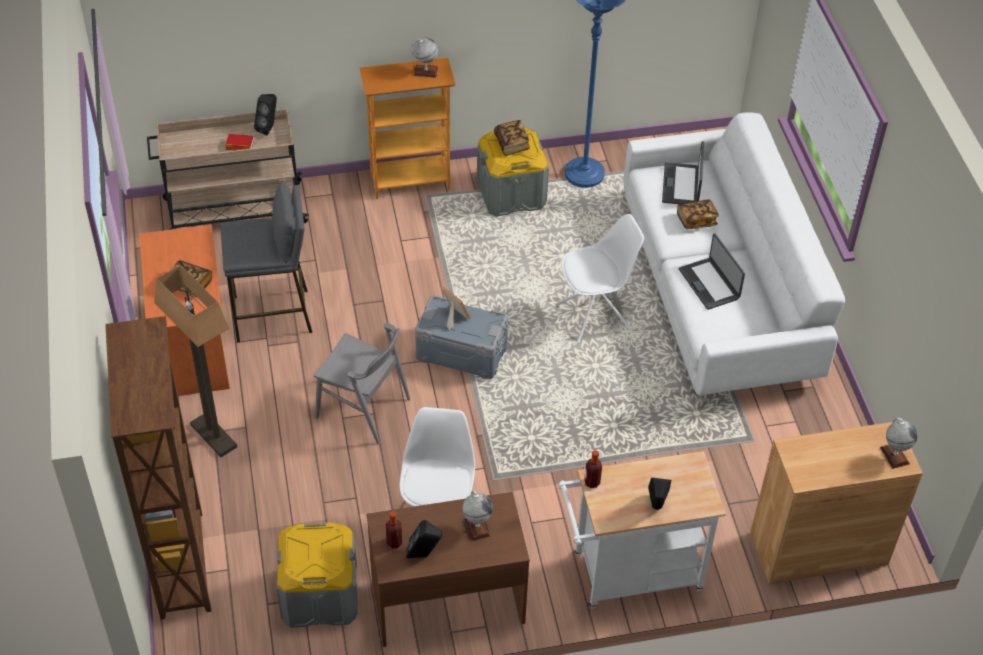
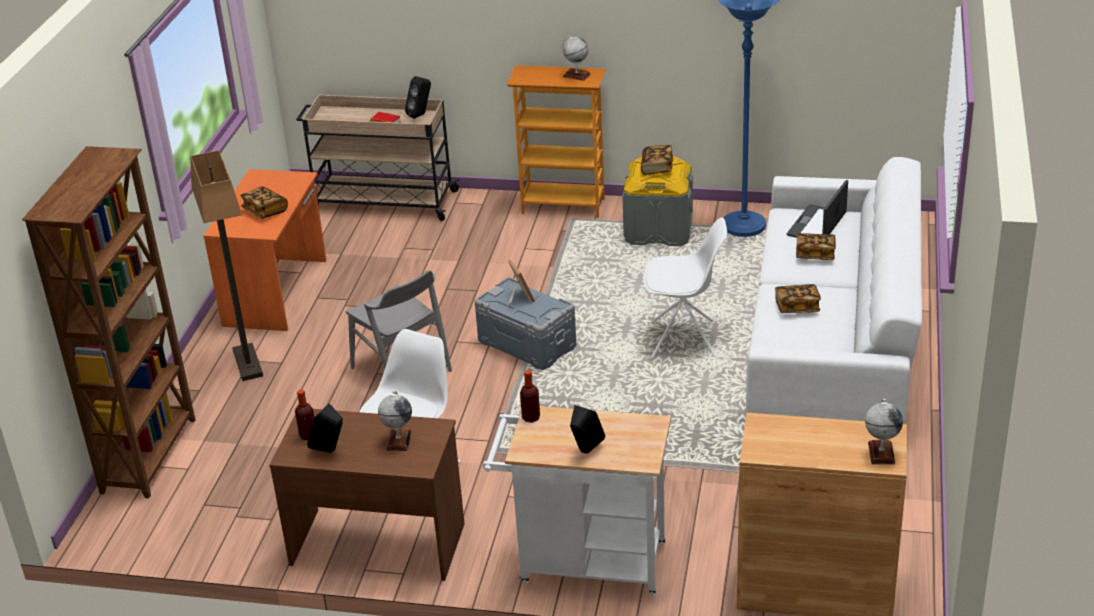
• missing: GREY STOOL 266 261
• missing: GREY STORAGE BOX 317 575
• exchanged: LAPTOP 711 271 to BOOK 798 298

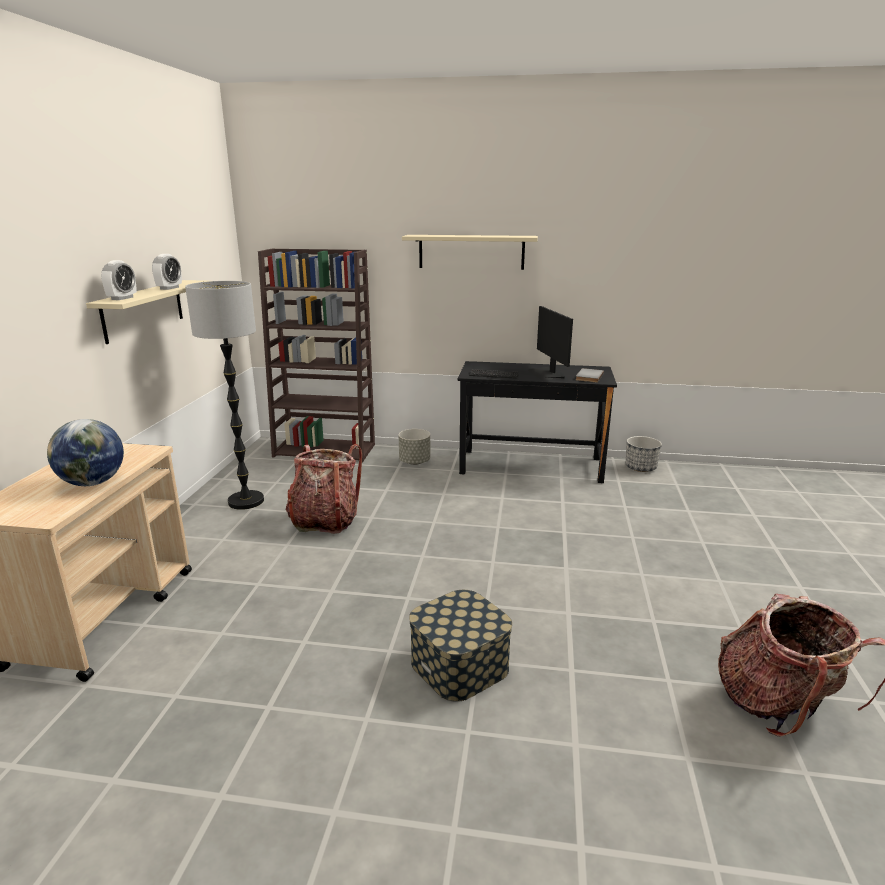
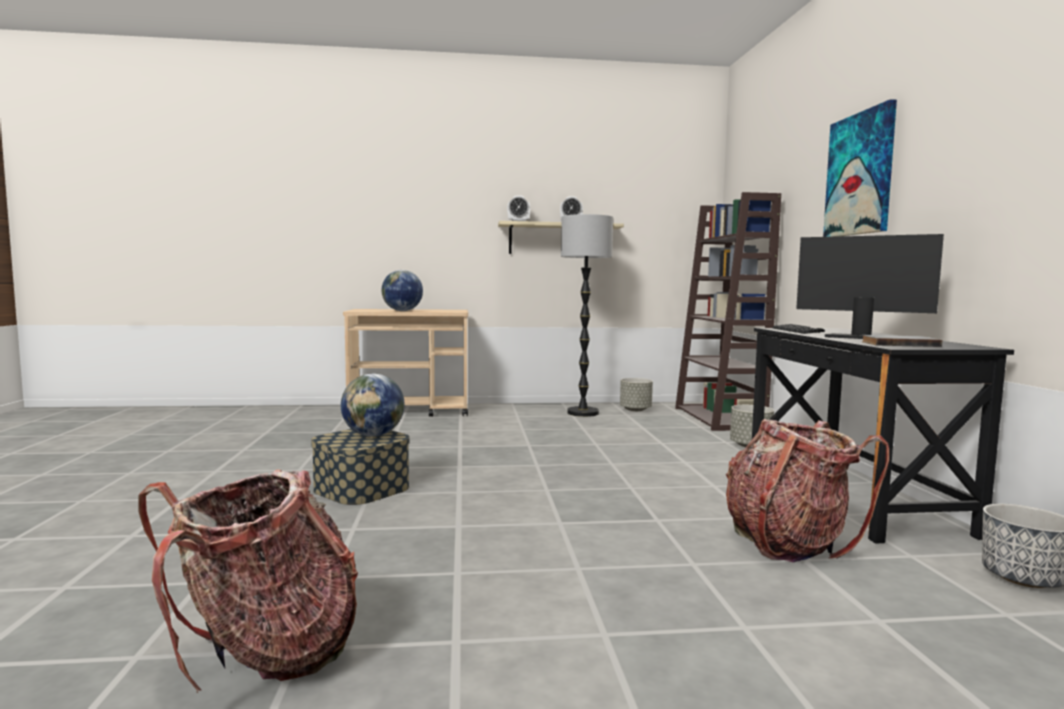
• relocated: BACKPACK 324 489 to 807 490
• exchanged: BEIGE SHELF 470 252 to PICTURE 860 168
• spun: MONITOR 550 343 = 870 286 60 degrees clockwise
• appeared: GLOBE 373 405
• appeared: GREY PLANTER 636 394

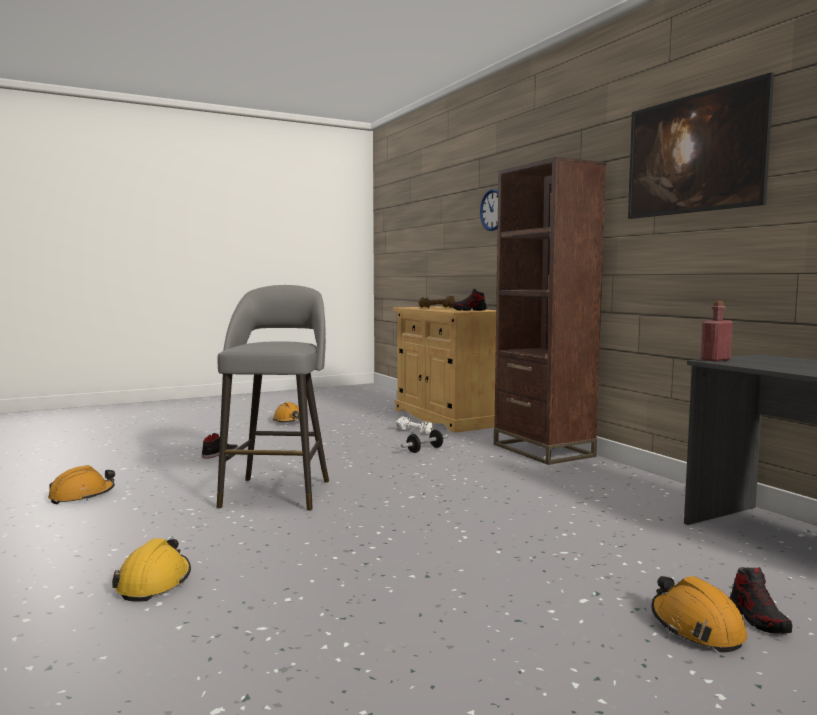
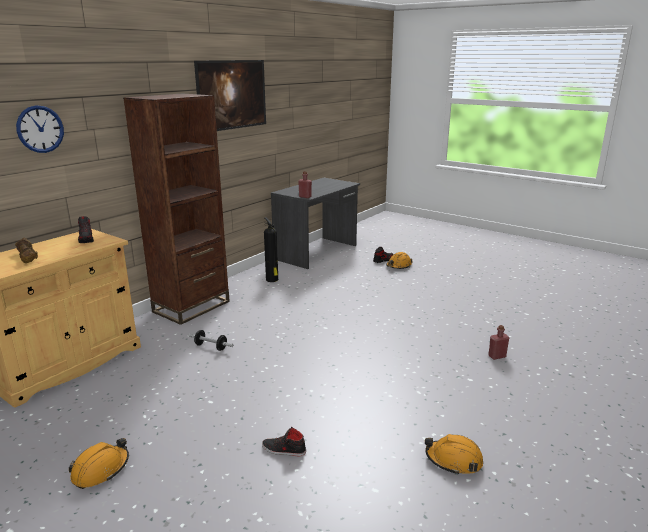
• exchanged: YELLOW HARD HAT 151 570 to RED BOTTLE 498 342
• missing: GREY STOOL 273 398
• missing: WHITE DUMBBELL 414 425
• appeared: FIRE EXTINGUISHER 271 250

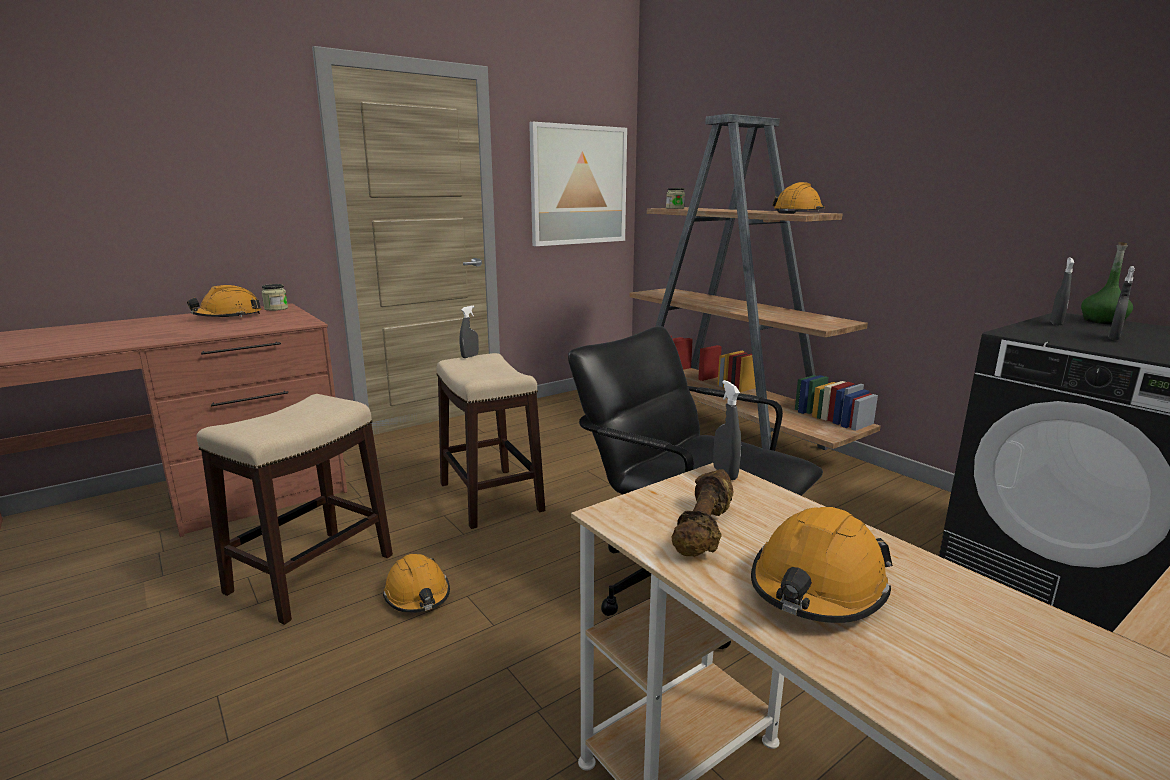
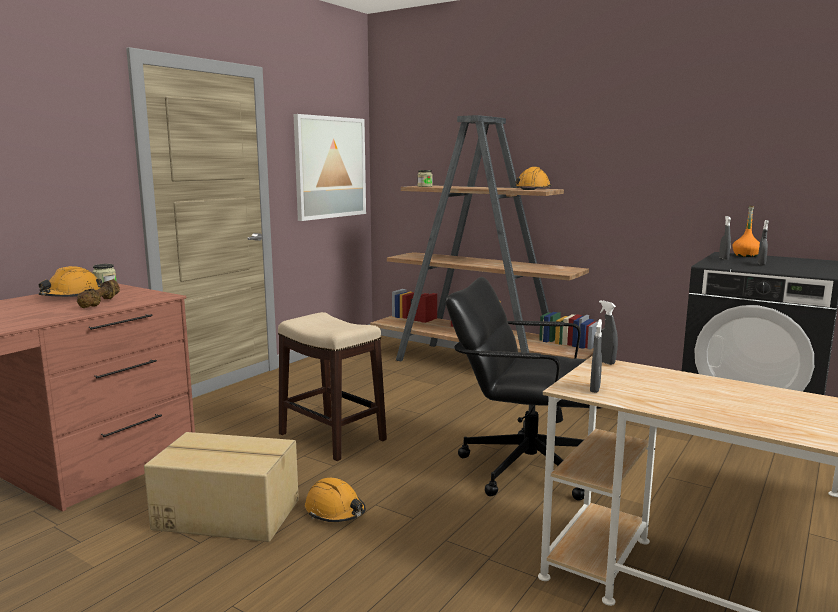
• exchanged: STOOL 294 509 to CARDBOARD BOX 221 487
• relocated: GREY SPRAY BOTTLE 469 332 to 596 356
• relocated: BROWN DUMBBELL 702 513 to 98 293
• missing: ORANGE HARD HAT 822 565
• colour: GREEN BOTTLE 1107 283 to ORANGE BOTTLE 746 231

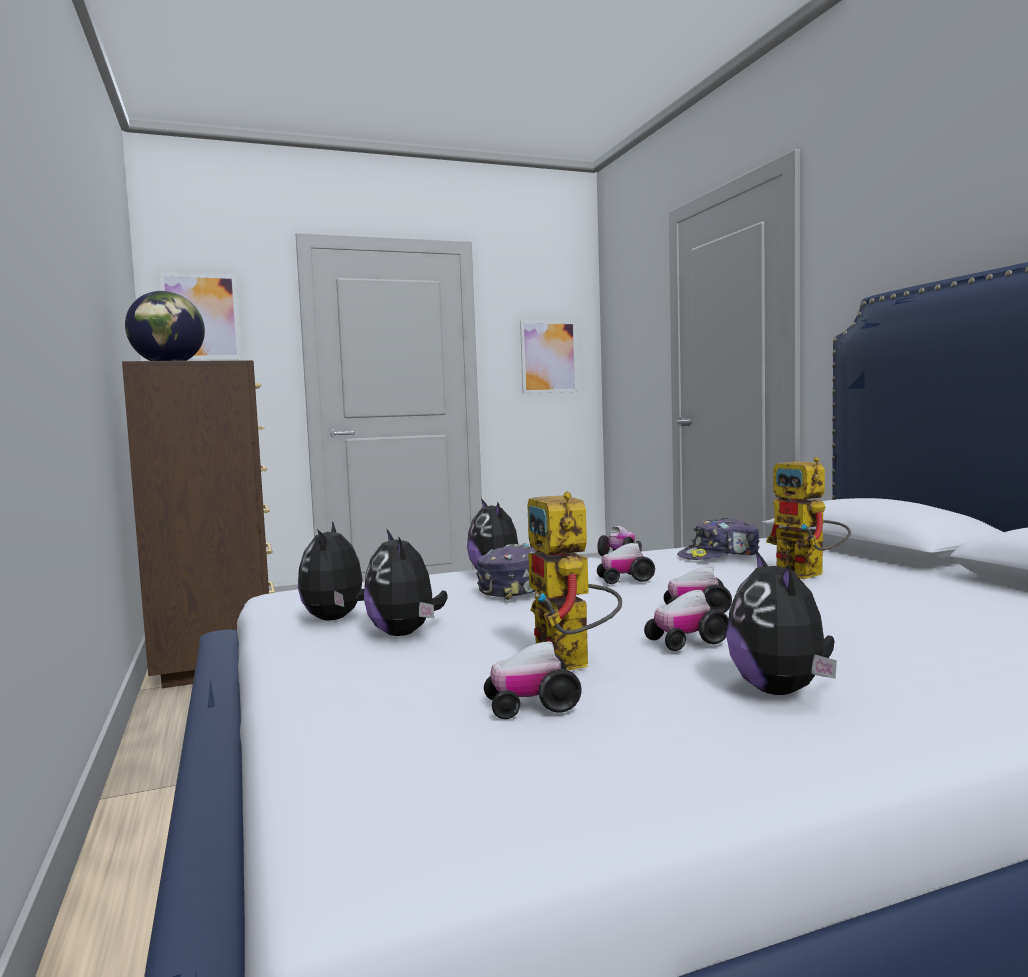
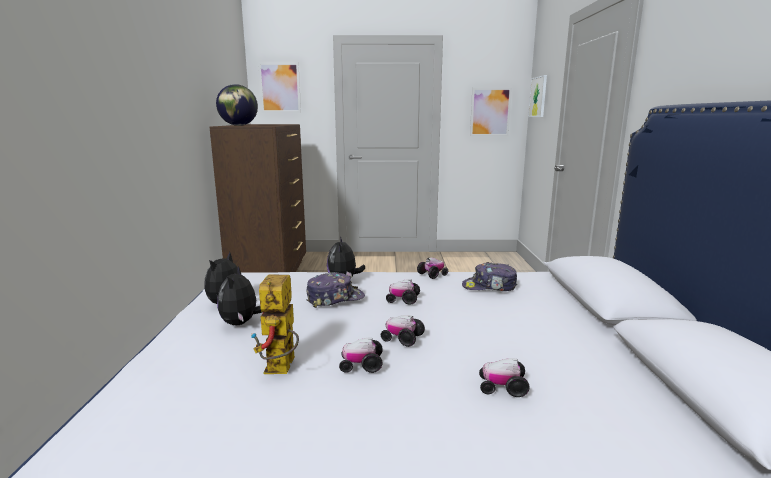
• relocated: TOY CAR 533 680 to 504 377
• missing: PLUSH TOY 781 622
• missing: TOY ROBOT 808 518
• appeared: PICTURE 537 96

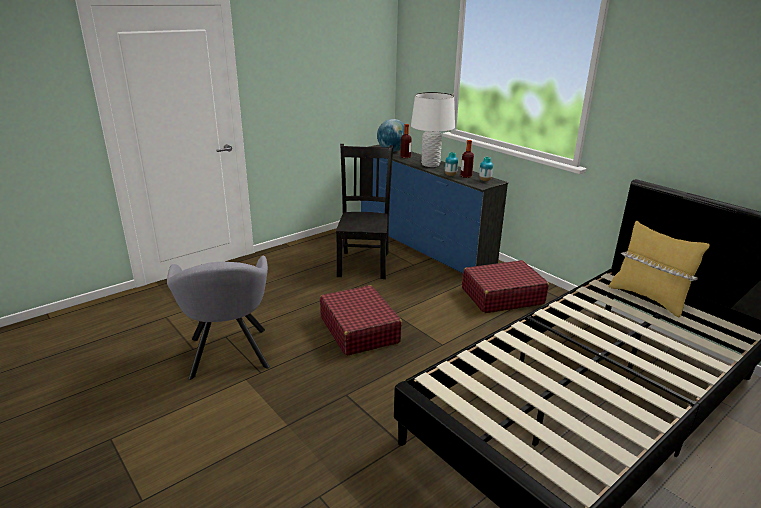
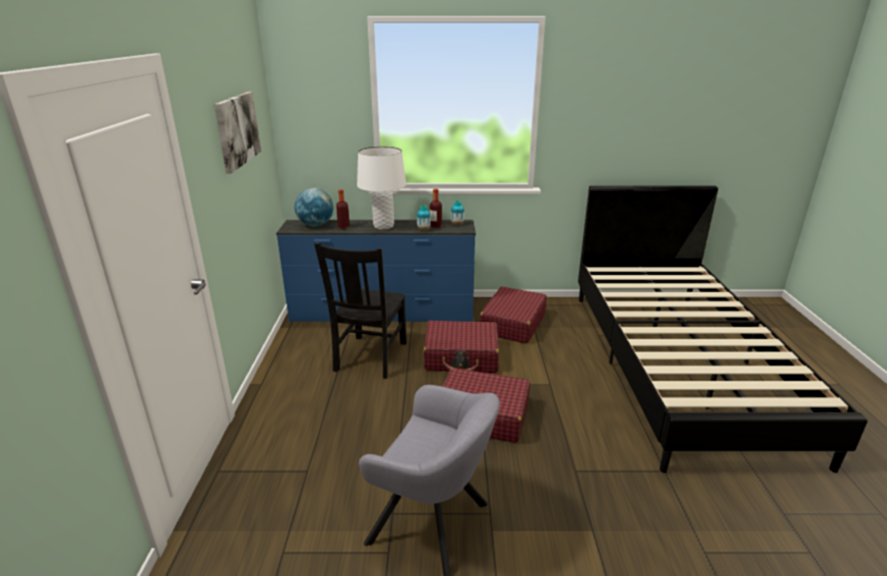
• spun: BLACK CHAIR 364 211 = 360 310 120 degrees counterclockwise
• missing: YELLOW PILLOW 659 269
• appeared: PICTURE 237 132
• appeared: RED SUITCASE 461 346

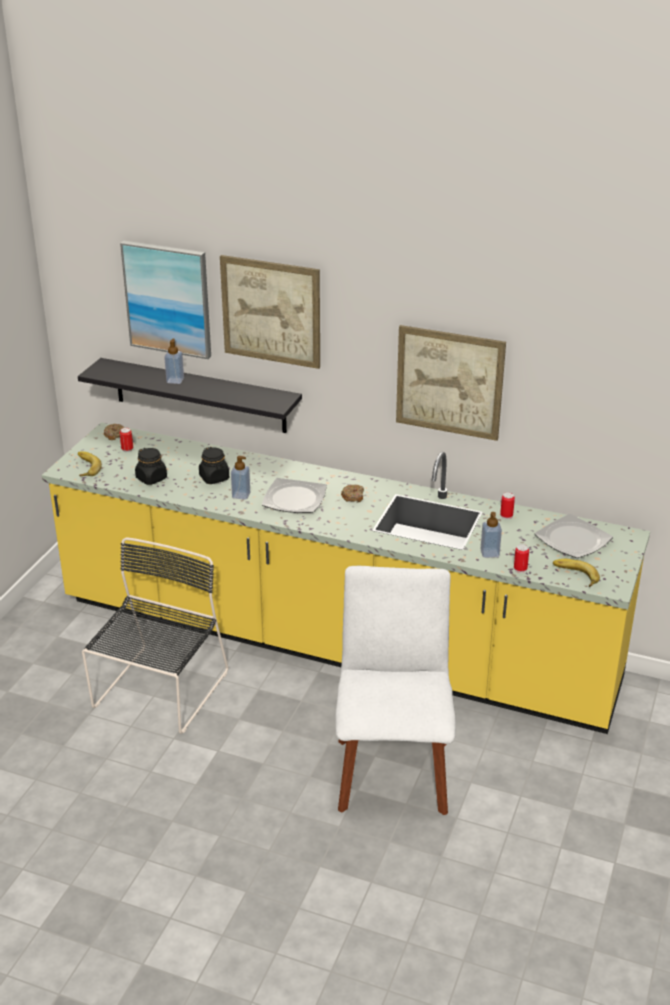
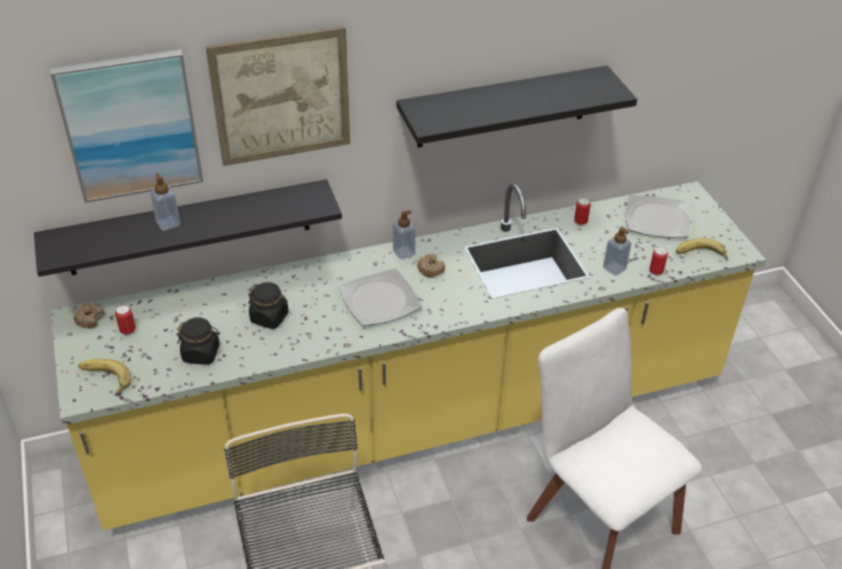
• relocated: SOAP DISPENSER 240 478 to 404 234
• exchanged: PICTURE 451 383 to BLACK SHELF 517 107

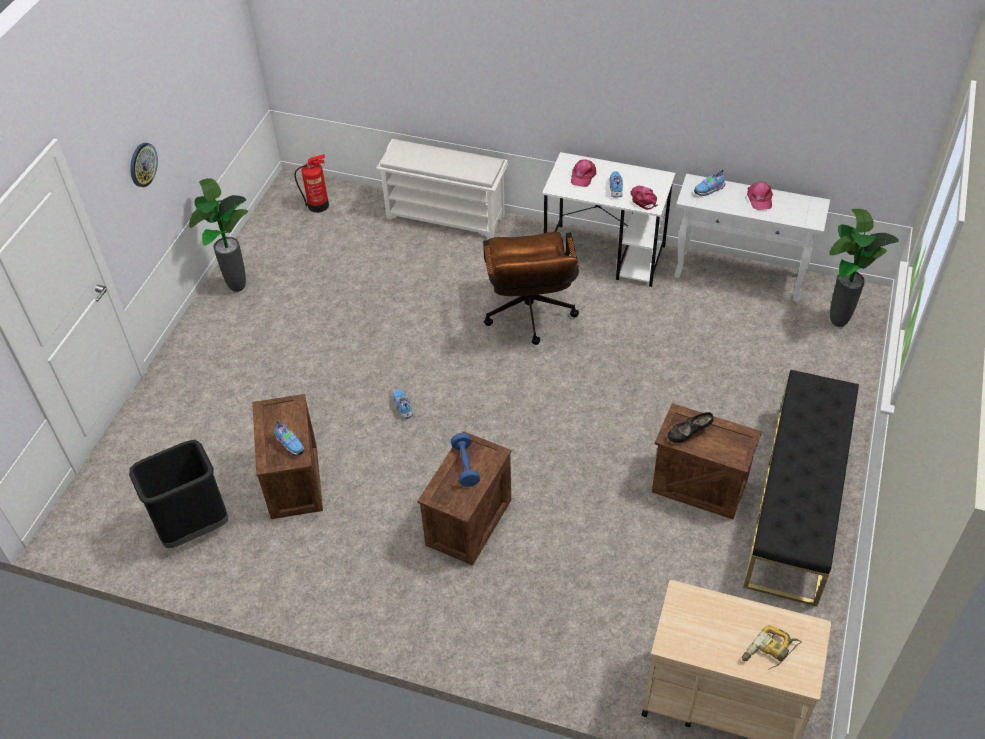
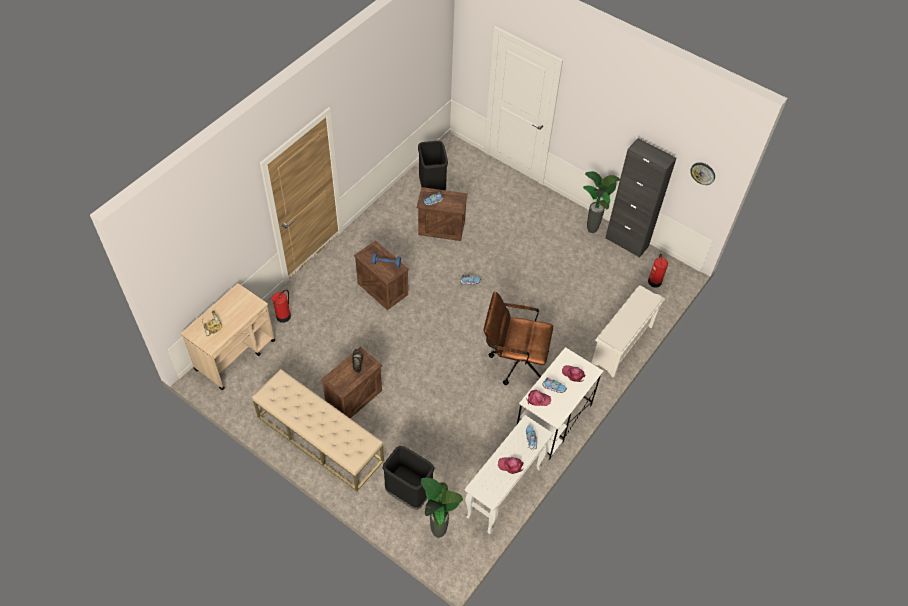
• relocated: WALL CLOCK 144 165 to 702 173
• colour: BLACK BENCH 801 488 to BEIGE BENCH 318 430
• appeared: FIRE EXTINGUISHER 281 306
• appeared: BLACK TRASH CAN 409 478
• appeared: BLACK CABINET 640 198

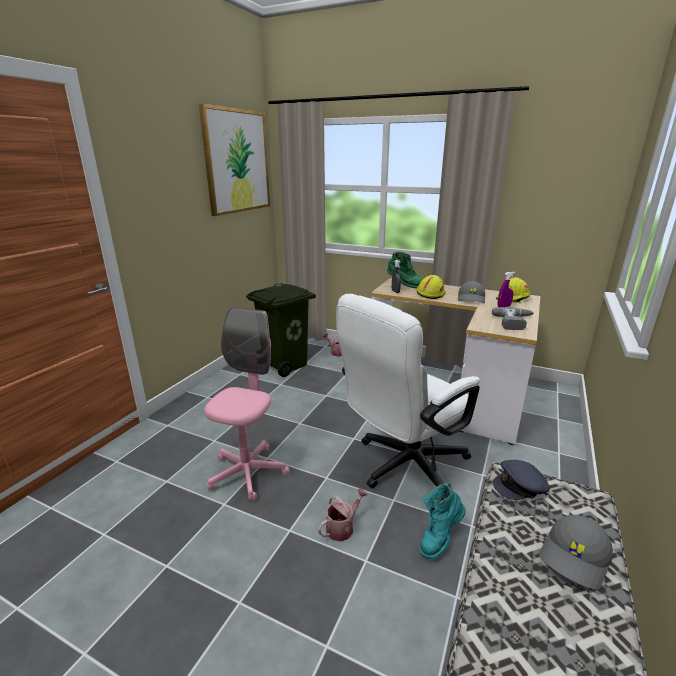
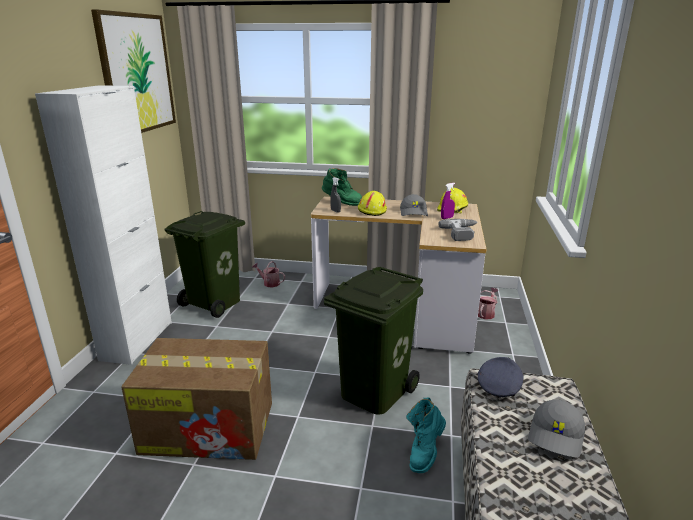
• exchanged: PINK OFFICE CHAIR 247 404 to CARDBOARD BOX 196 399
• relocated: WATERING CAN 343 515 to 488 303
• exchanged: WHITE OFFICE CHAIR 408 391 to GREEN TRASH CAN 373 341
• spun: GREY CAP 521 480 = 500 377 150 degrees clockwise
• appeared: WHITE CABINET 103 225

